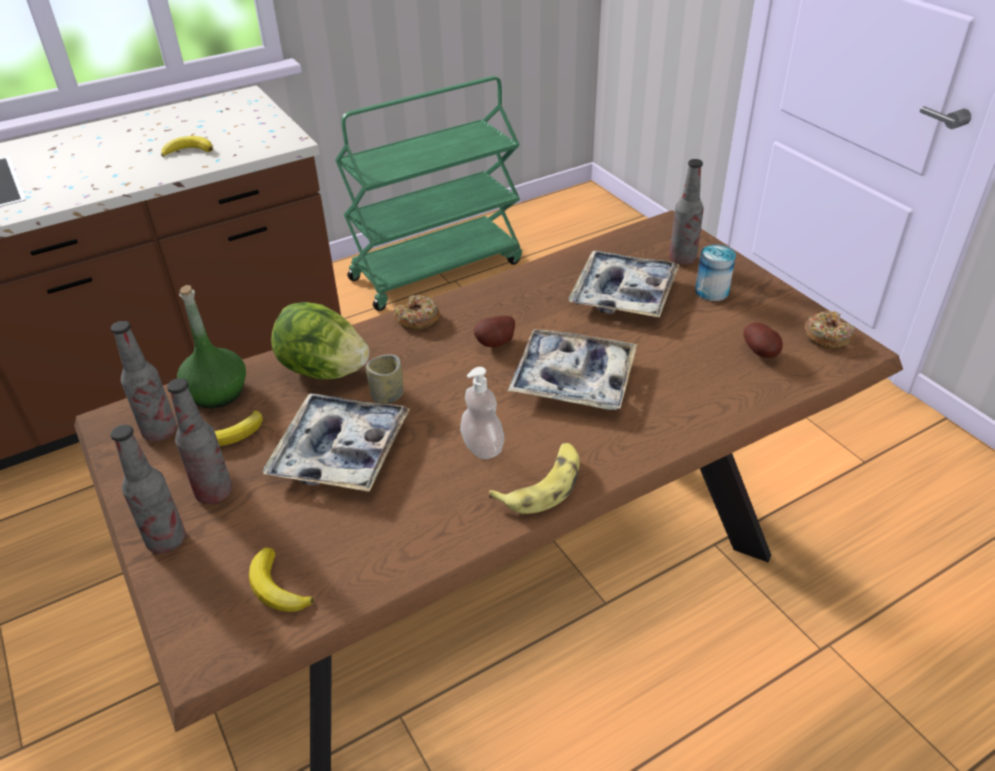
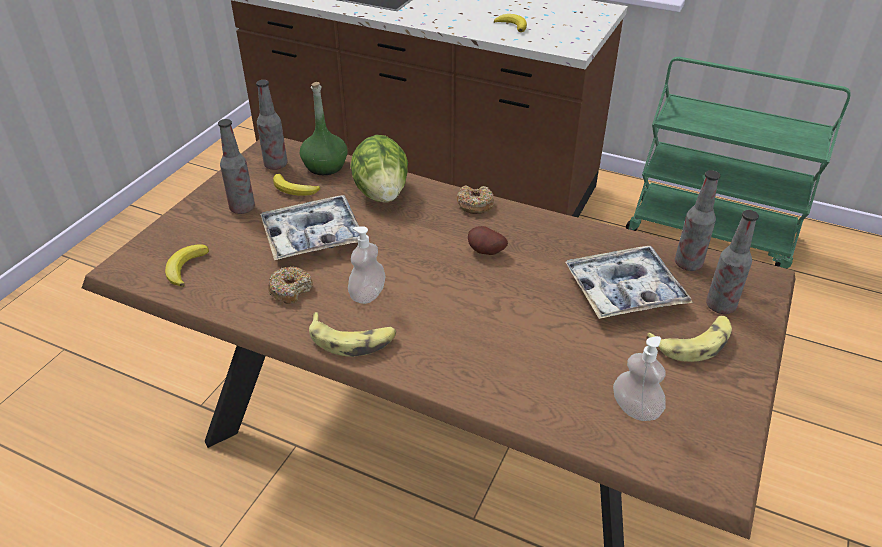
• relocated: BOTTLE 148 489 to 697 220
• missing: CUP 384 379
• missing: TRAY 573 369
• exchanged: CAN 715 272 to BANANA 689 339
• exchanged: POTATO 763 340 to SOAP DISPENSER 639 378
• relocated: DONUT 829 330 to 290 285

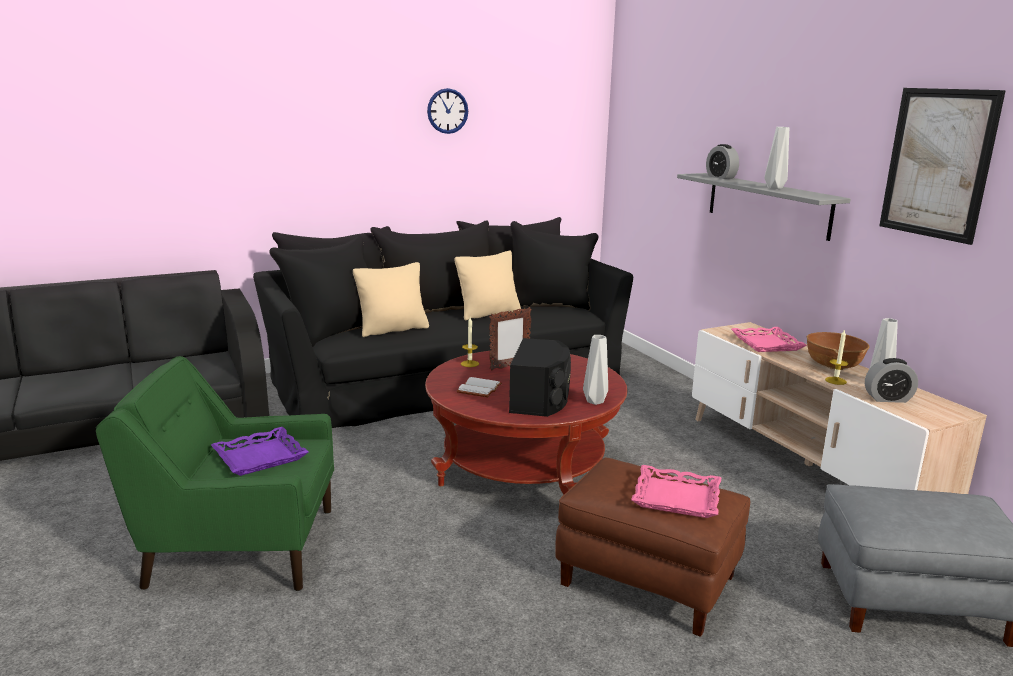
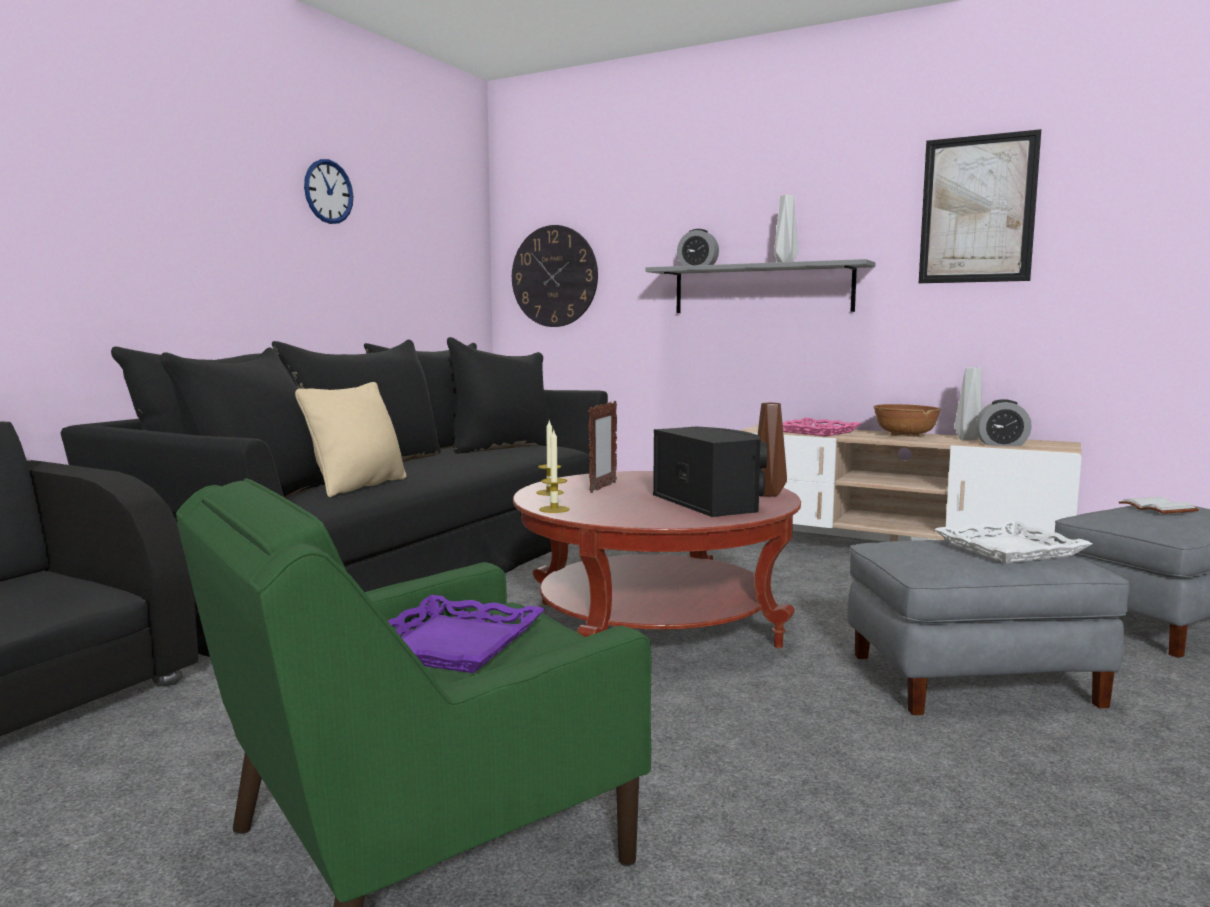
• missing: BEIGE PILLOW 487 285
• relocated: WHITE BOOK 479 387 to 1159 505
• colour: BROWN OTTOMAN 652 547 to GREY OTTOMAN 988 627
• colour: GREY VASE 595 370 to BROWN VASE 772 449
• colour: PINK TRAY 676 491 to WHITE TRAY 1013 542
• relocated: CANDLE 836 357 to 554 471
• spun: ALARM CLOCK 891 380 = 1003 422 45 degrees clockwise
• appeared: WALL CLOCK 555 276

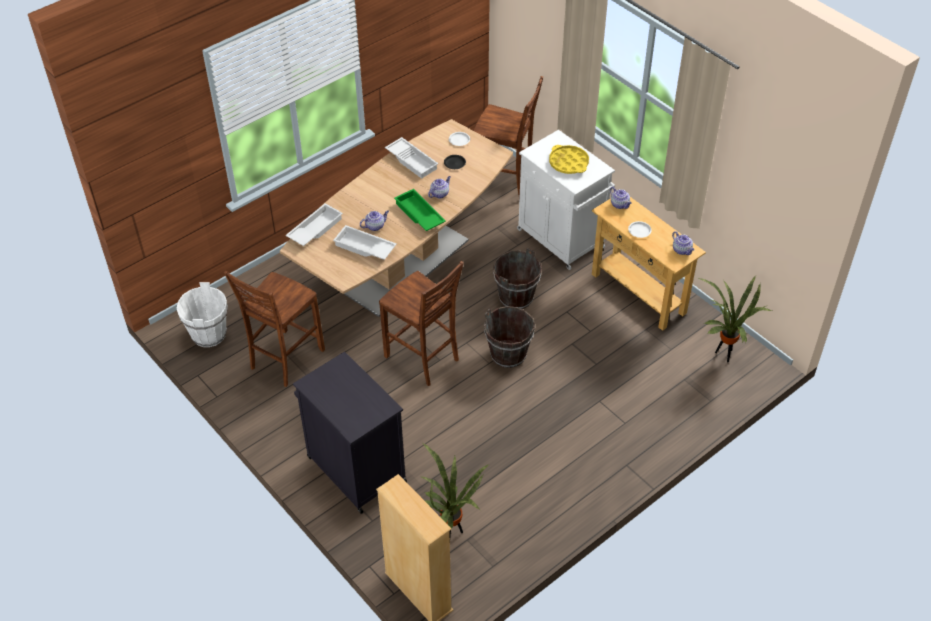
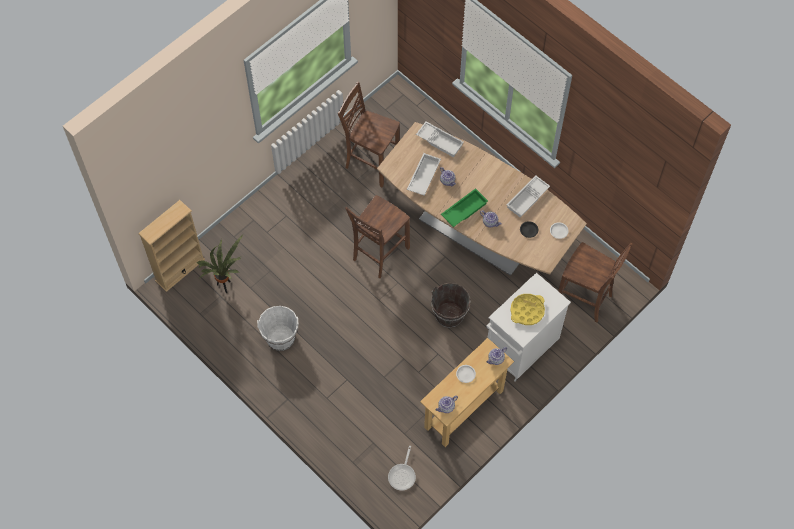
• relocated: WHITE BUCKET 202 314 to 277 328
• missing: BLACK CABINET 350 432
• spun: BROWN CHAIR 508 137 = 595 282 75 degrees counterclockwise
• missing: BROWN BUCKET 509 337
• exchanged: POTTED PLANT 735 319 to FRYING PAN 402 468

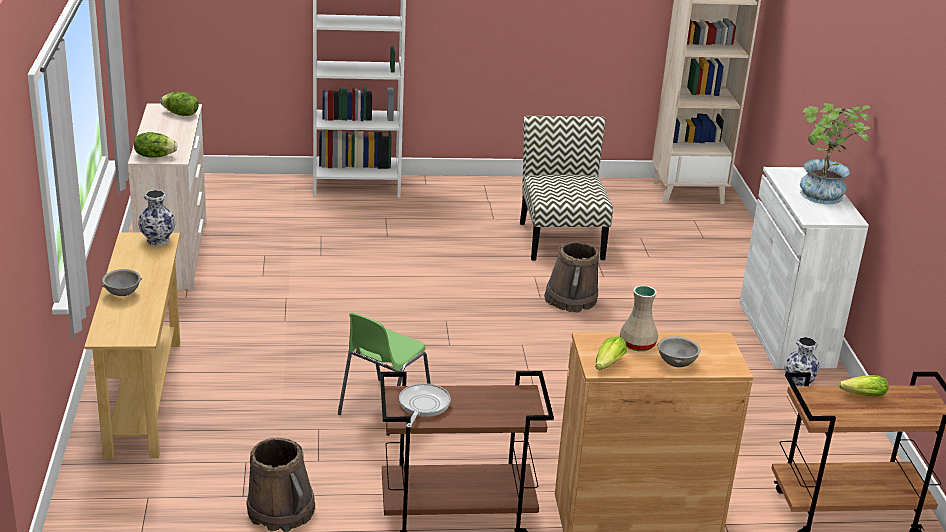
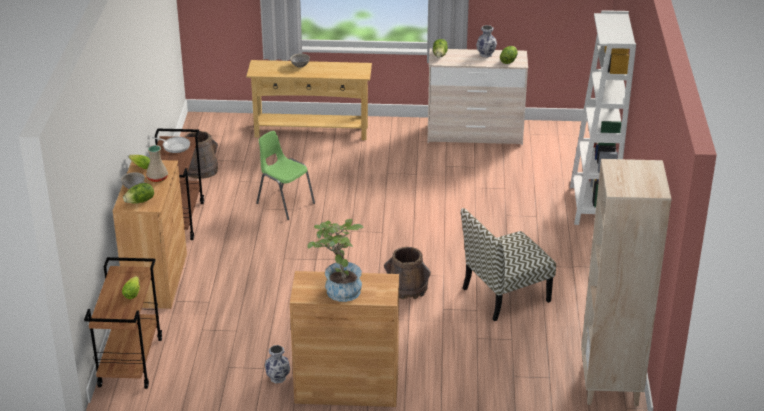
• relocated: VASE 157 218 to 486 41
• spun: CHAIR 566 188 = 508 264 150 degrees clockwise
• colour: WHITE CABINET 804 268 to BROWN CABINET 344 339
• appeared: LETTUCE 138 193

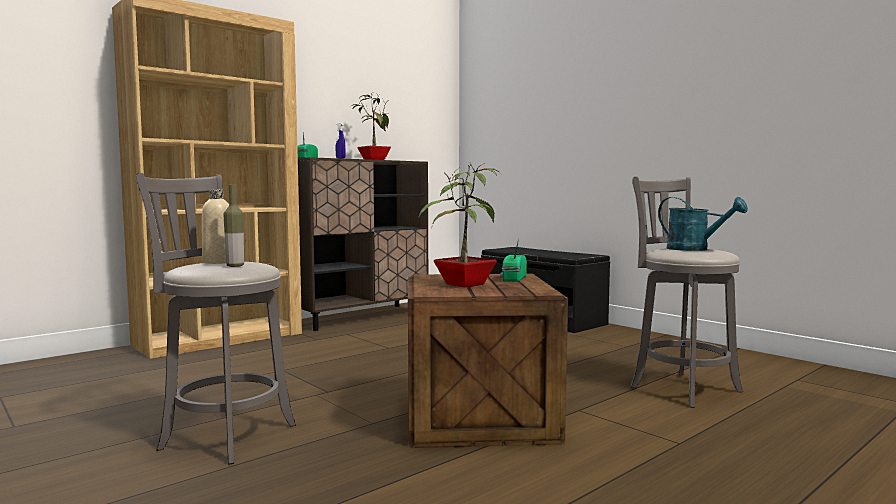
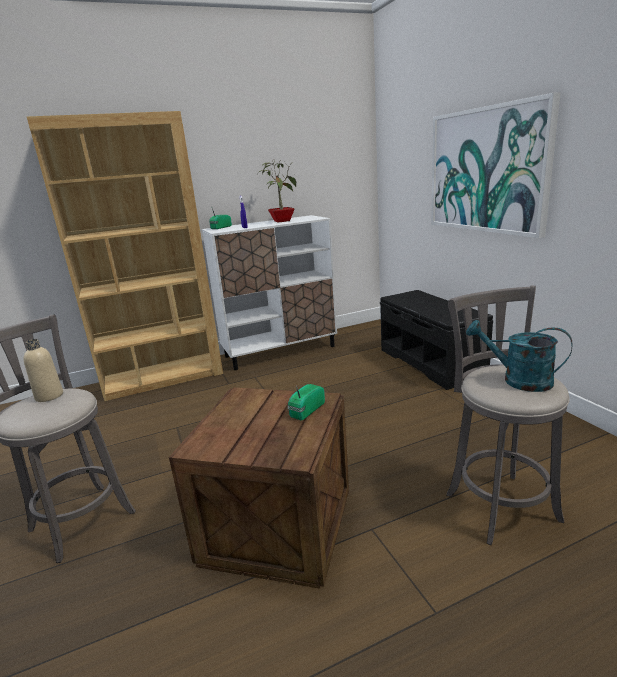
• missing: BOTTLE 233 226
• colour: BROWN CABINET 363 244 to WHITE CABINET 269 292
• missing: POTTED PLANT 459 225
• spun: TURQUOISE WATERING CAN 703 224 = 519 356 150 degrees clockwise
• appeared: PICTURE 495 165

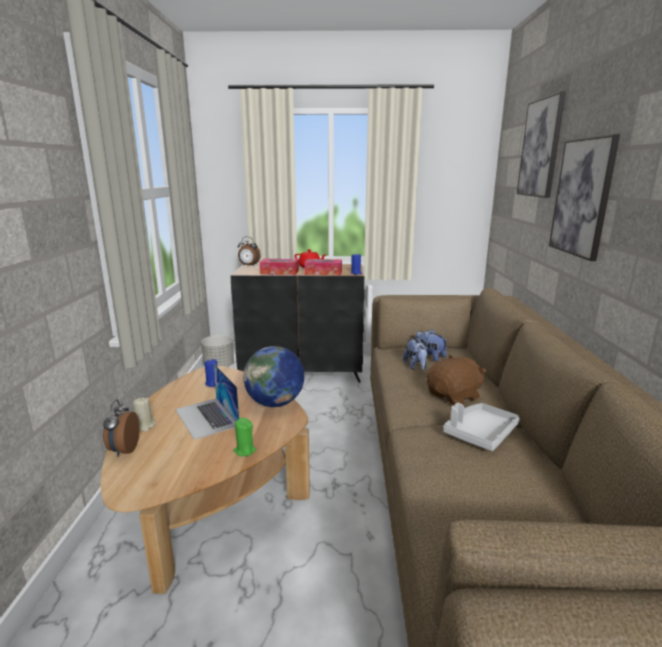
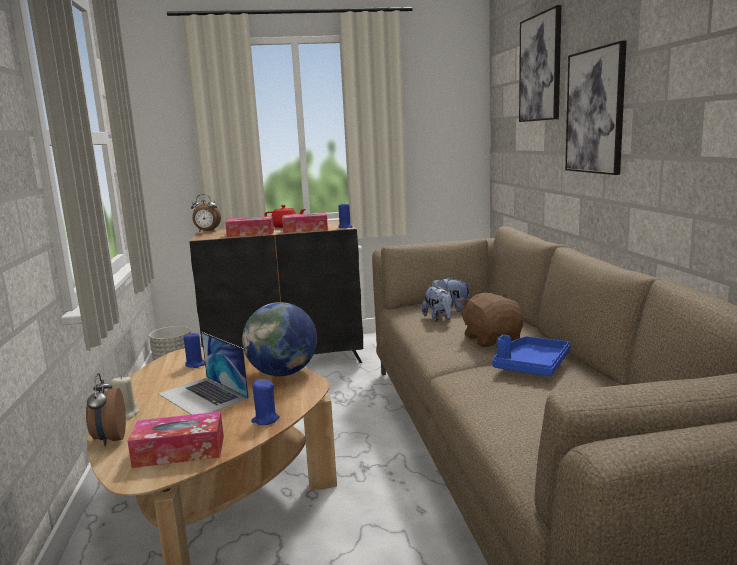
• colour: GREEN CANDLE 244 437 to BLUE CANDLE 265 402
• spun: BROWN PLUSH TOY 457 380 = 491 320 60 degrees counterclockwise
• colour: GREY TRAY 481 427 to BLUE TRAY 531 355
• appeared: TISSUE BOX 176 439

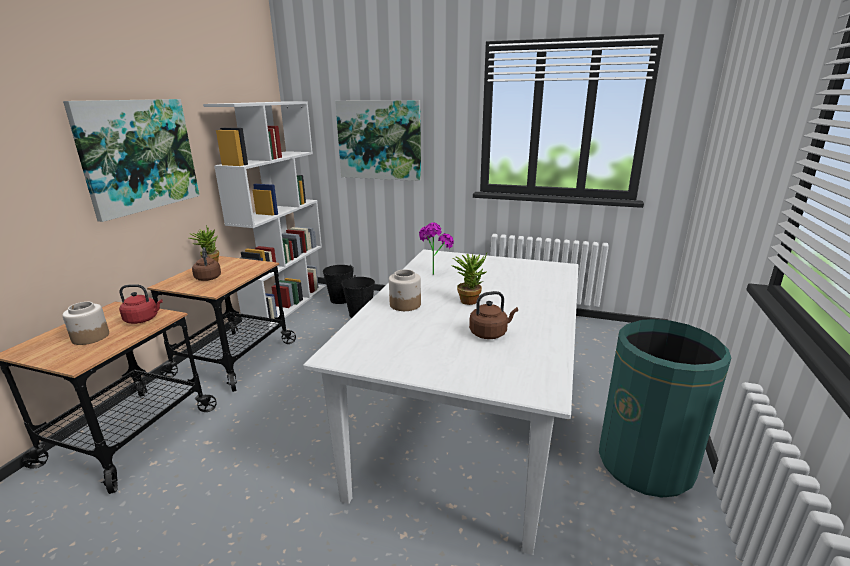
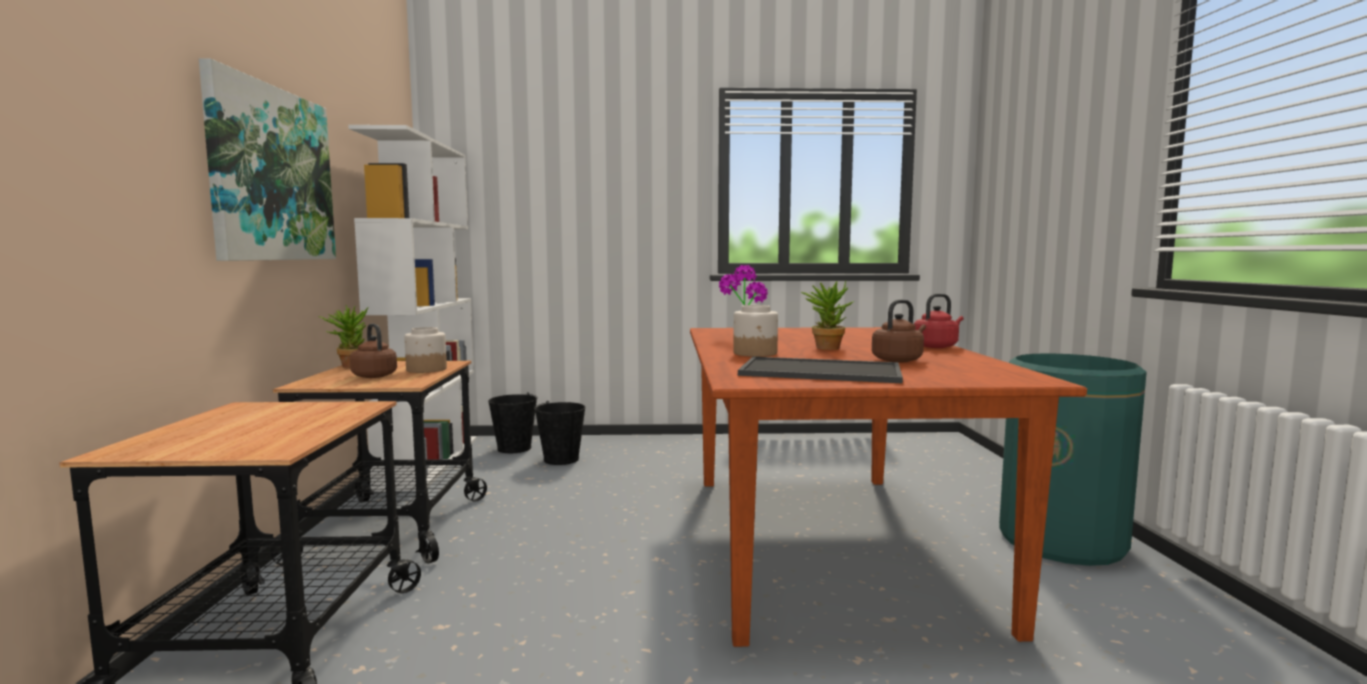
• relocated: JAR 85 323 to 425 350
• relocated: RED KETTLE 141 304 to 939 321
• colour: WHITE DINING TABLE 440 402 to BROWN DINING TABLE 888 487
• missing: PICTURE 378 140
• appeared: TRAY 820 370

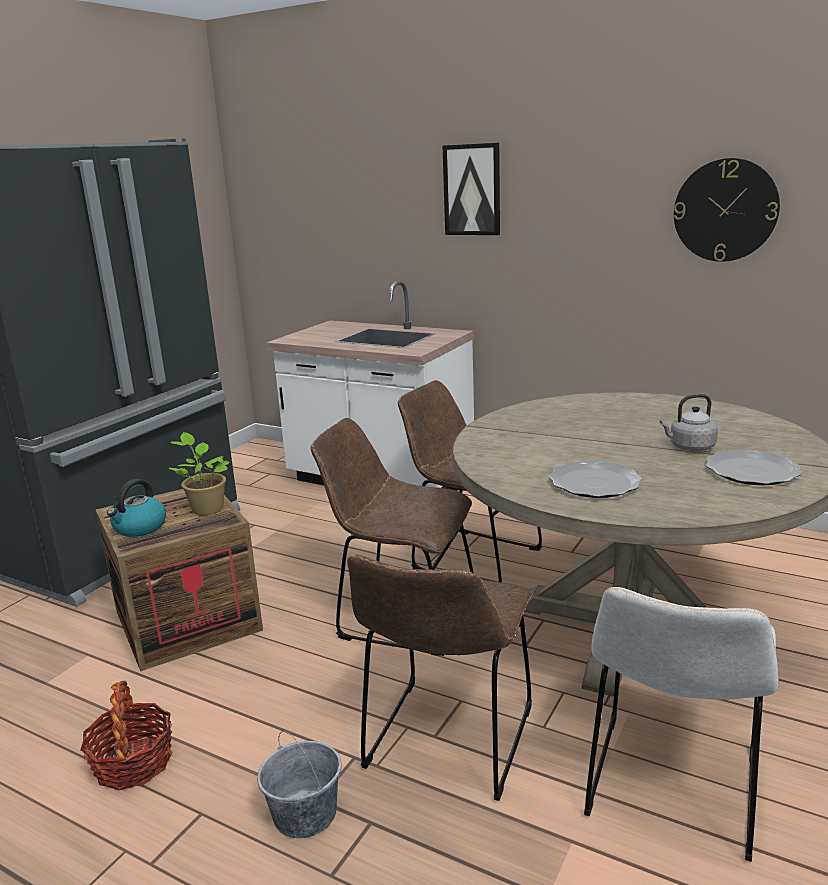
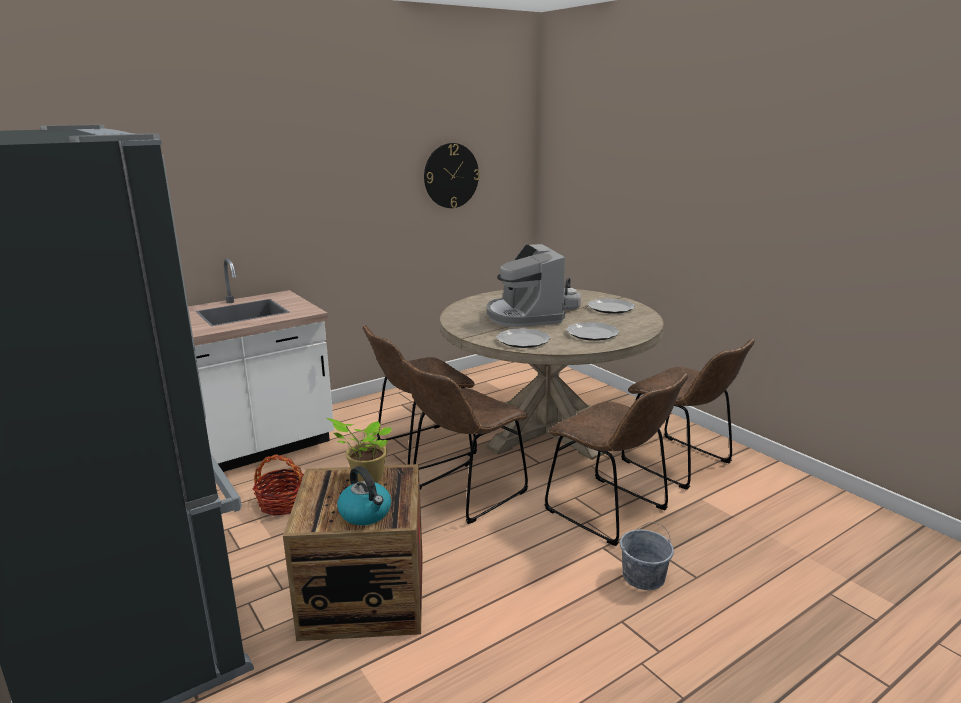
• relocated: BASKET 126 735 to 278 485
• missing: PICTURE 471 189
• colour: WHITE CHAIR 681 724 to BROWN CHAIR 688 414
• appeared: COFFEE MACHINE 526 285
• appeared: PLATE 523 338

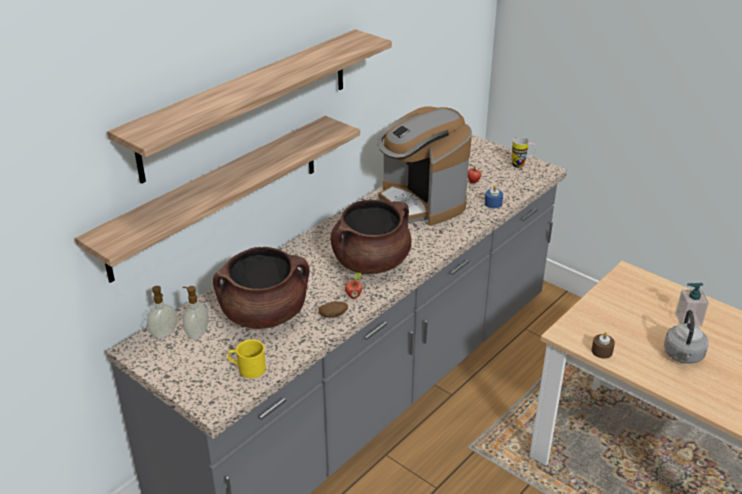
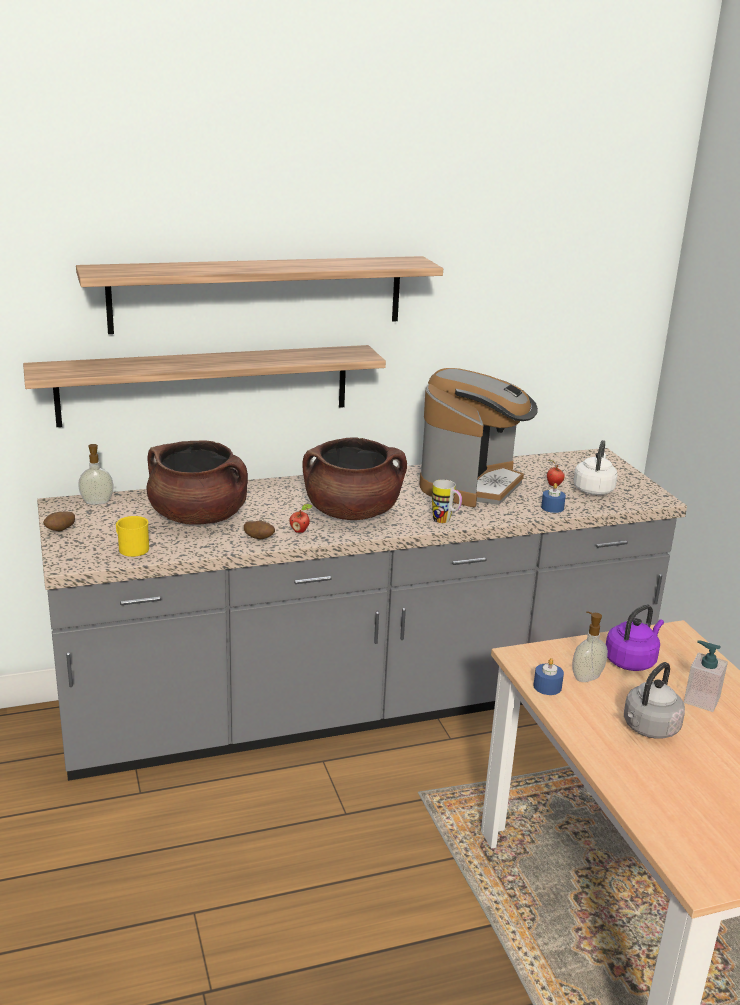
• relocated: SOAP DISPENSER 195 313 to 590 646
• spun: COFFEE MACHINE 424 166 = 479 437 150 degrees counterclockwise
• relocated: MUG 524 152 to 447 501
• colour: BROWN CANDLE 603 345 to BLUE CANDLE 548 676
• appeared: POTATO 59 521
• appeared: WHITE KETTLE 596 467
• appeared: PURPLE KETTLE 635 638

